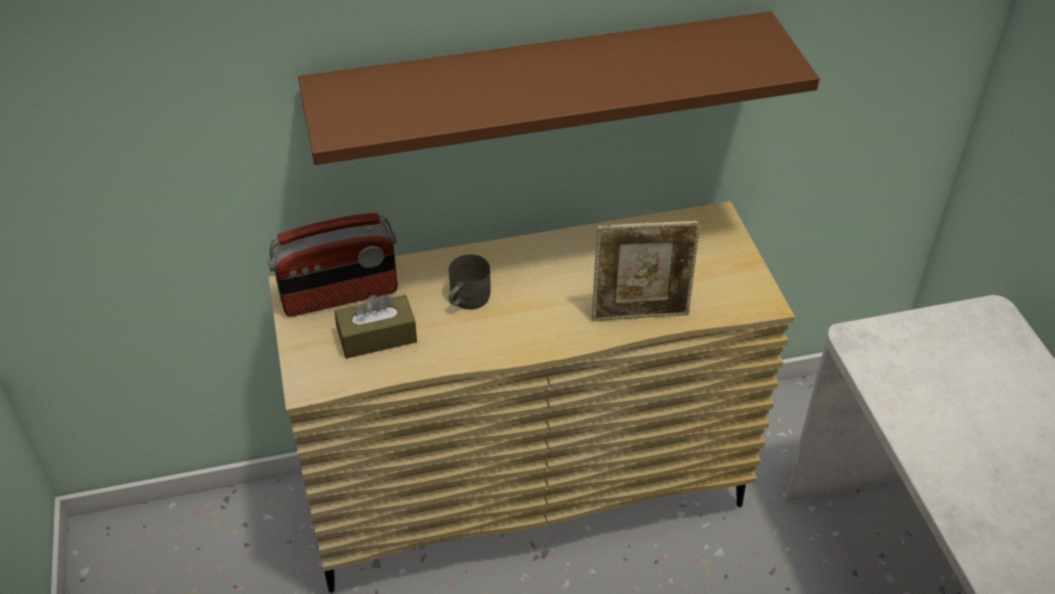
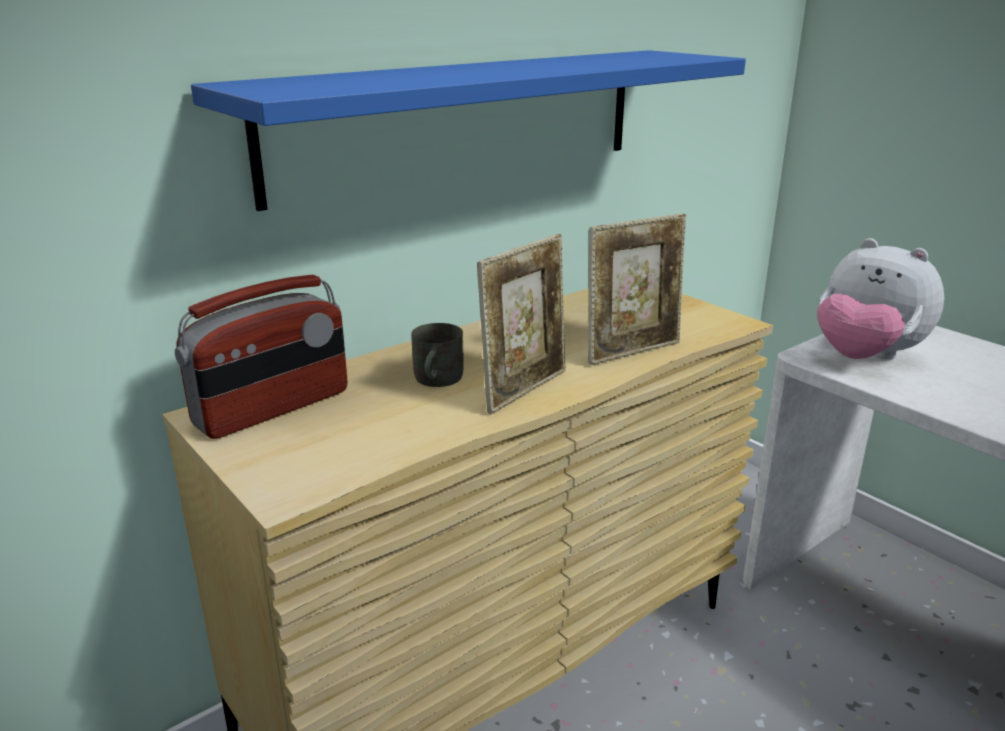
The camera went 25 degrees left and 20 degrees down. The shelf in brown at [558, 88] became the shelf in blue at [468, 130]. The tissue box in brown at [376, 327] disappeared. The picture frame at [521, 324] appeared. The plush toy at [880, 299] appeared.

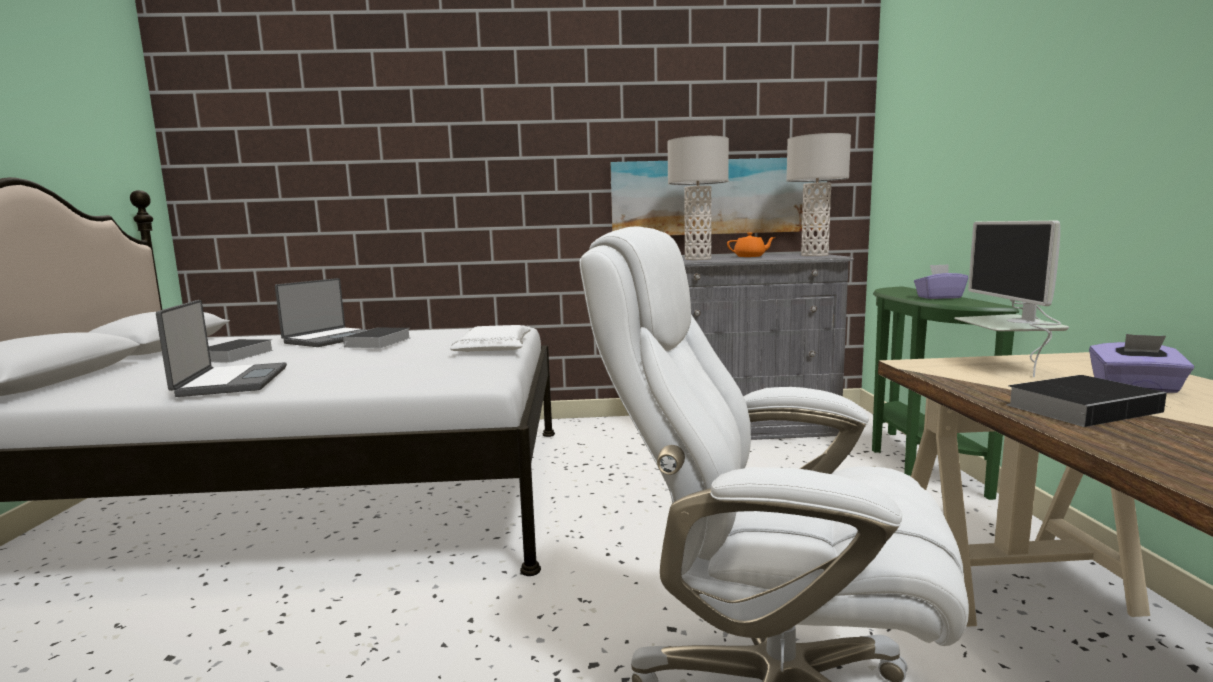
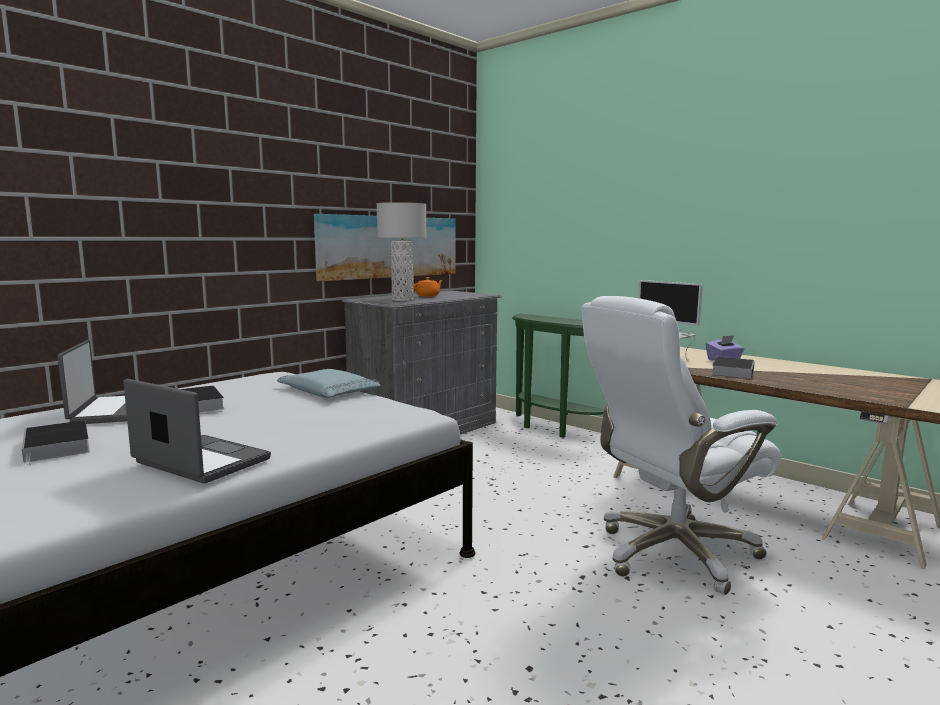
The camera went 45 degrees left and 0 degrees up. The pillow in white at [490, 338] became the pillow in blue at [329, 383]. The table lamp in white at [819, 194] disappeared. The tissue box in purple at [941, 281] disappeared.

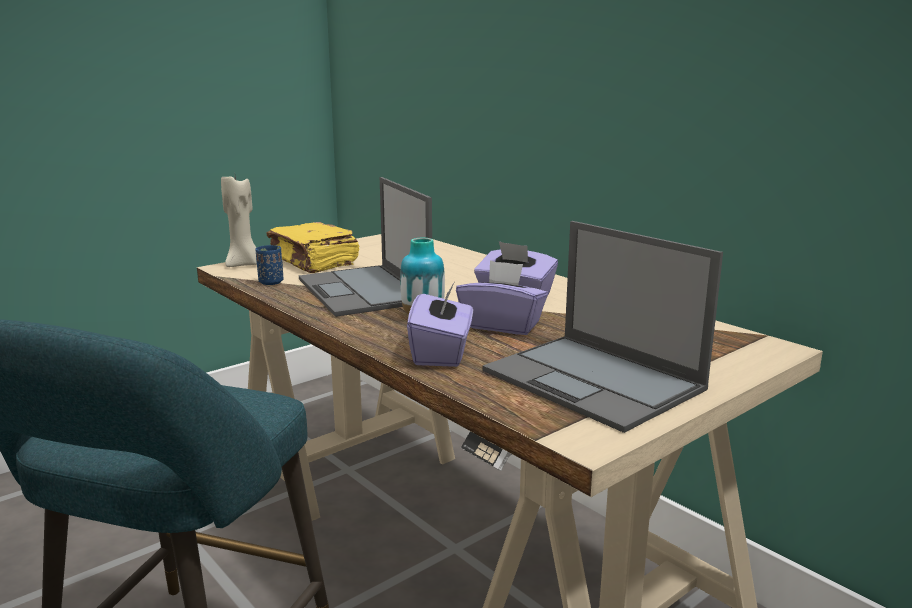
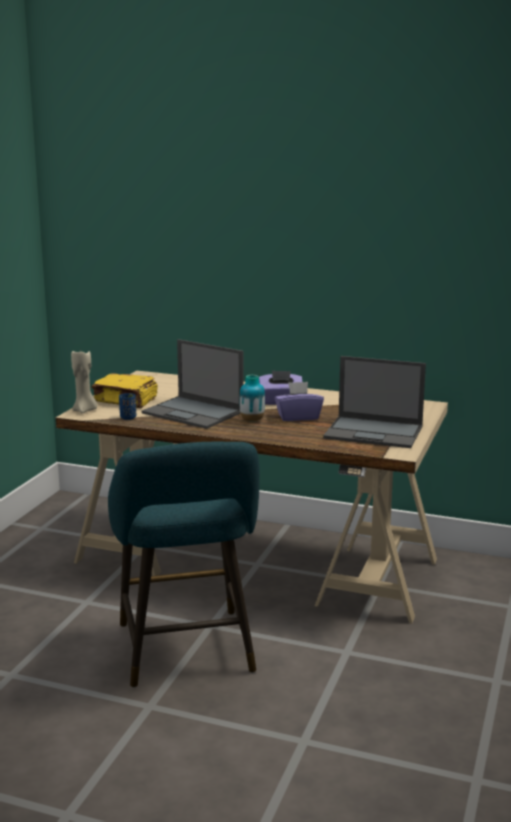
The camera went 30 degrees left and 0 degrees up. The tissue box in purple at [440, 325] disappeared.

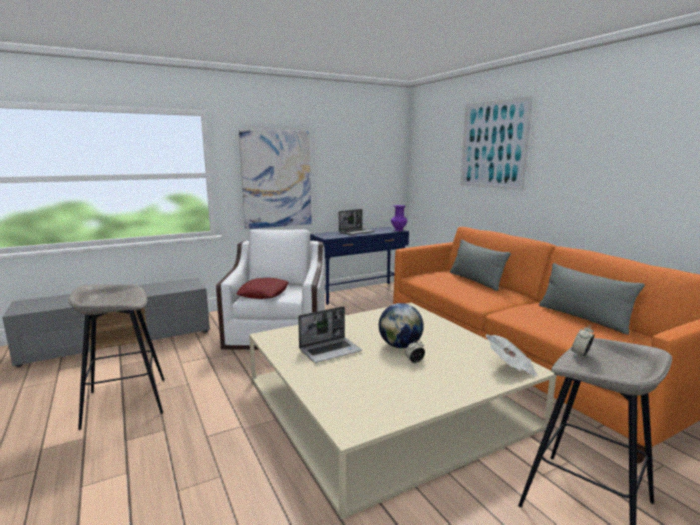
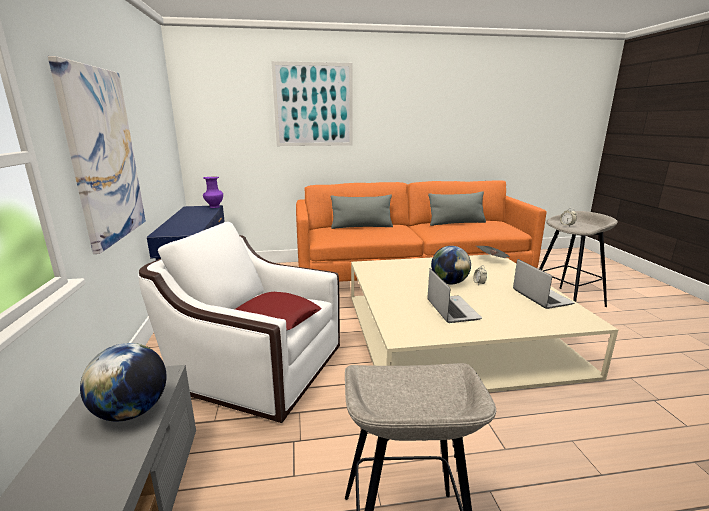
The camera went 70 degrees left and 5 degrees up. The laptop moved from [356, 222] to [544, 284]. The globe at [123, 382] appeared.

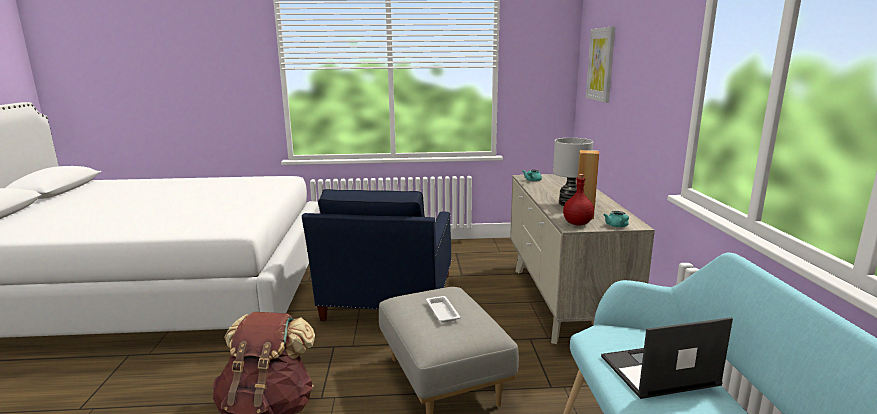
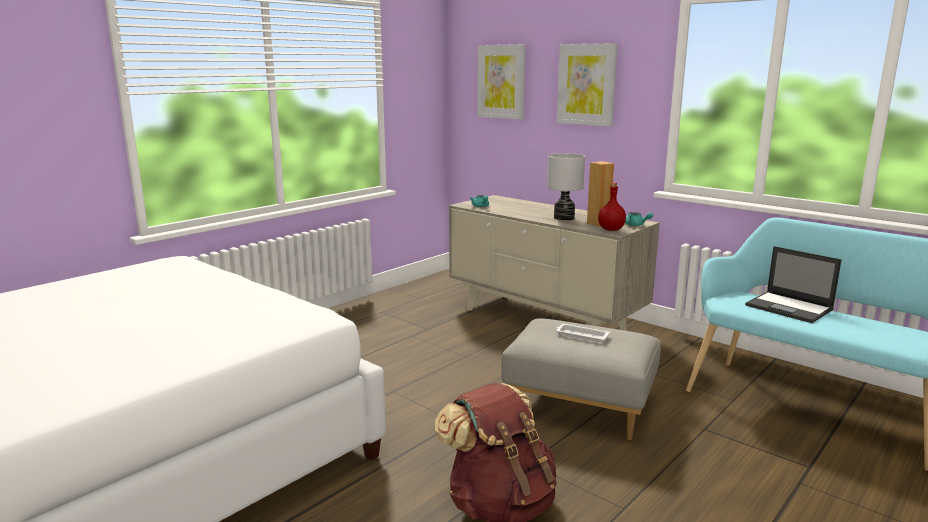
The camera went 45 degrees left and 0 degrees up. The armchair in blue at [376, 255] disappeared. The laptop at [667, 358] turned 75 degrees counterclockwise. The picture at [587, 85] appeared.

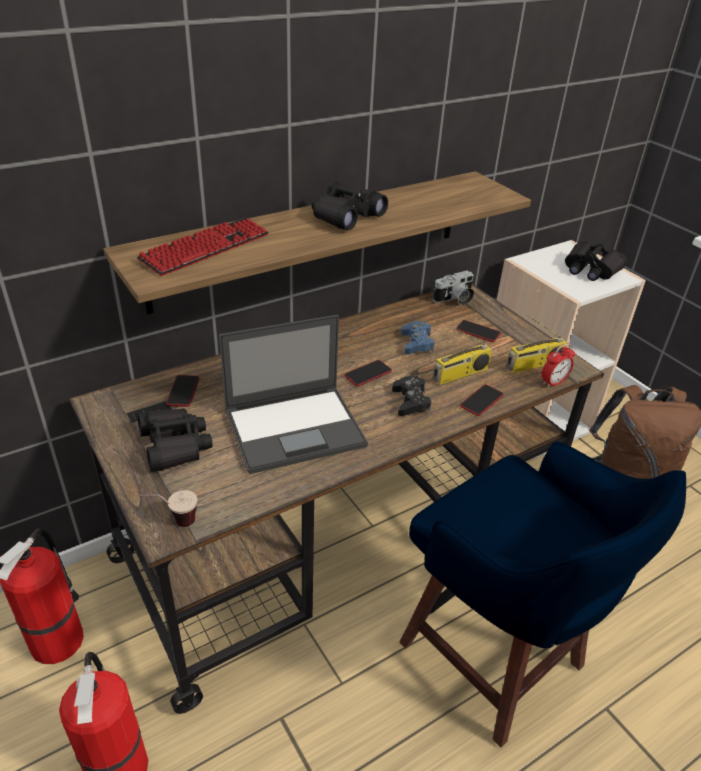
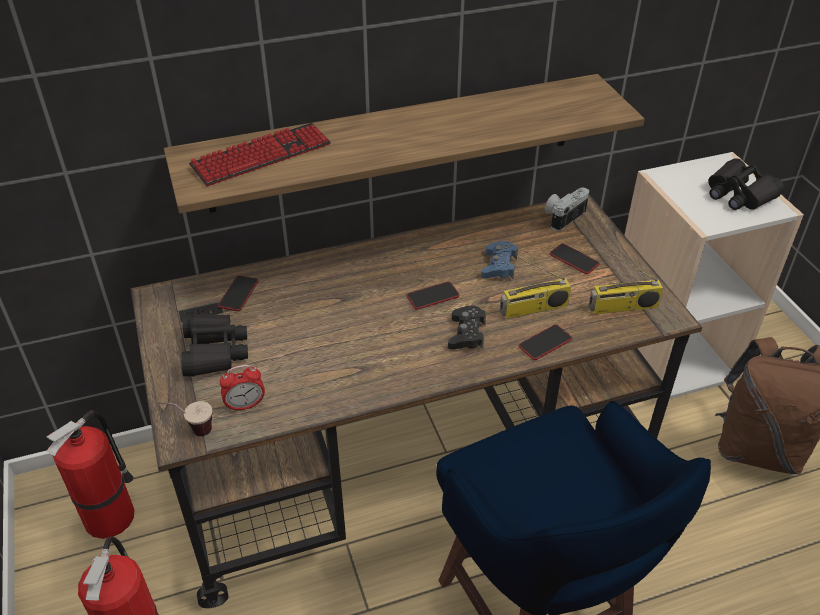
The camera went 15 degrees right and 5 degrees up. The laptop at [293, 394] disappeared. The binoculars in black at [350, 205] disappeared. The photo camera at [453, 287] turned 150 degrees clockwise. The alarm clock moved from [558, 366] to [242, 388].

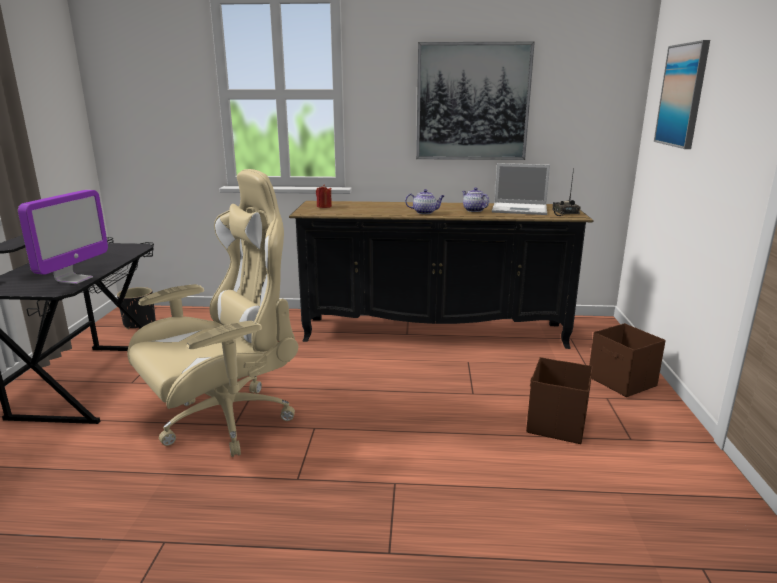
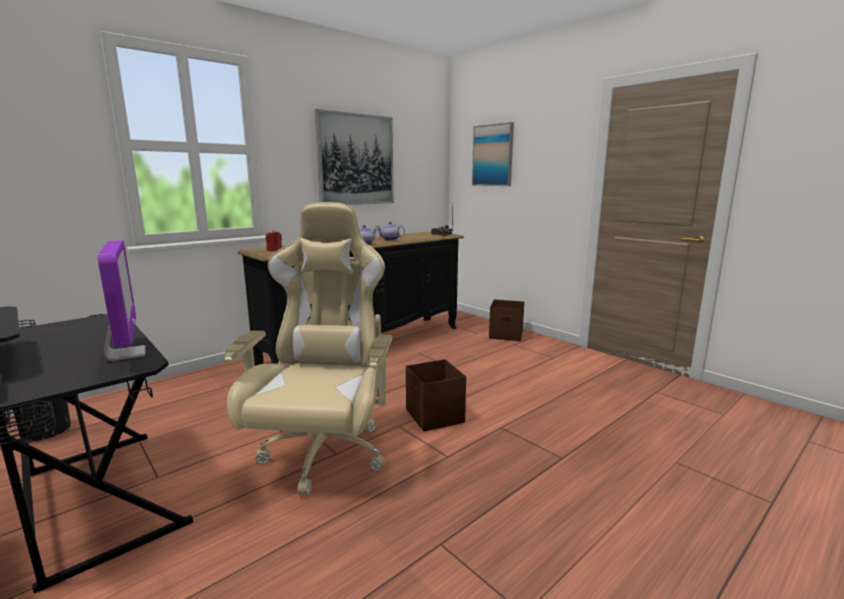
The camera went 45 degrees left and 5 degrees down. The laptop at [521, 189] disappeared. The storage box in brown moved from [559, 400] to [436, 395].

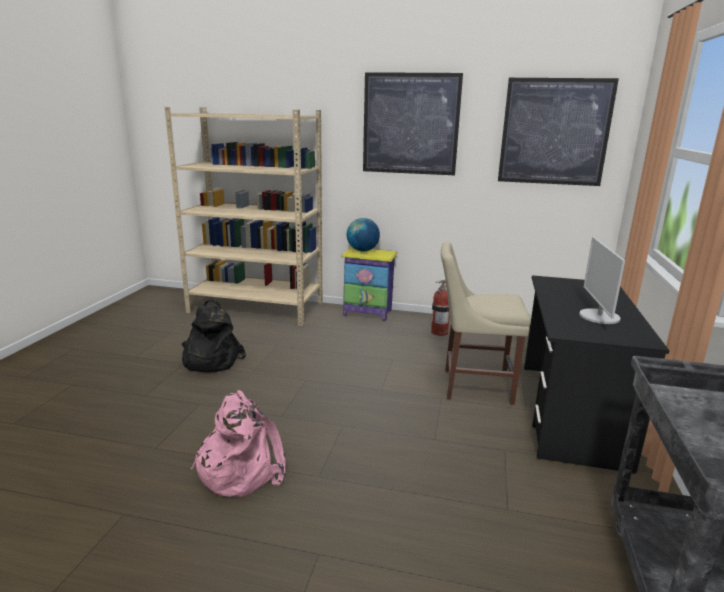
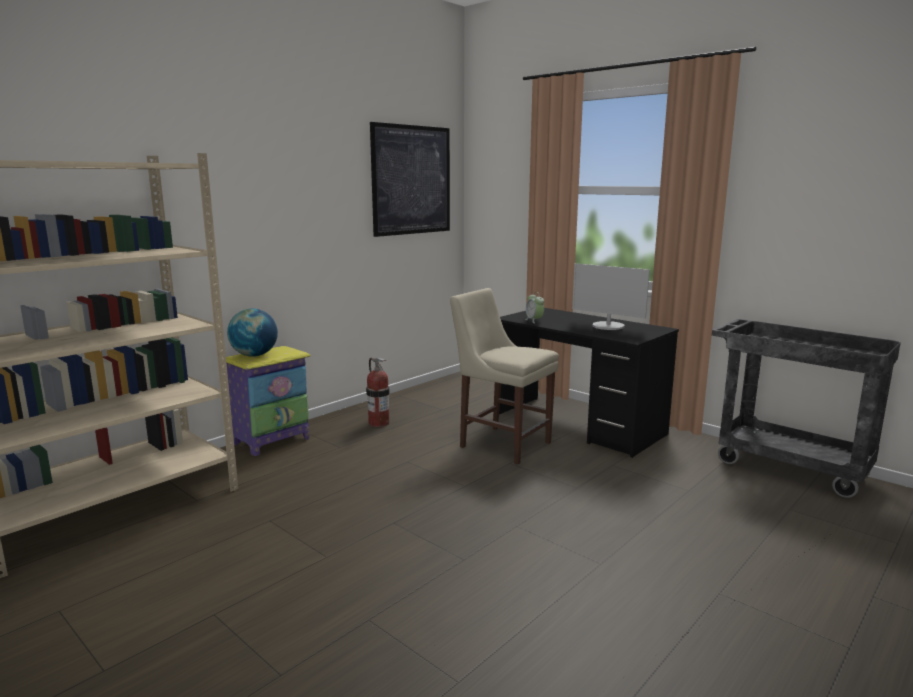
The camera went 60 degrees left and 5 degrees down. The backpack in black at [214, 336] disappeared. The backpack in pink at [238, 443] disappeared. The picture at [413, 123] disappeared. The chair in beige at [486, 323] turned 90 degrees clockwise. The alarm clock at [534, 307] appeared.

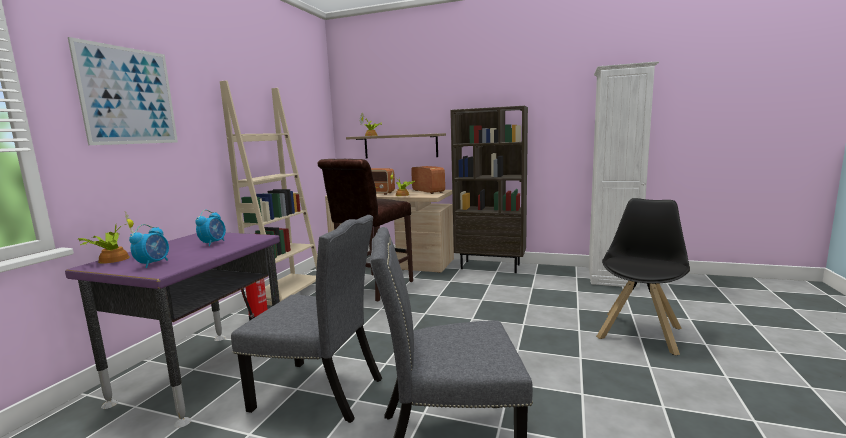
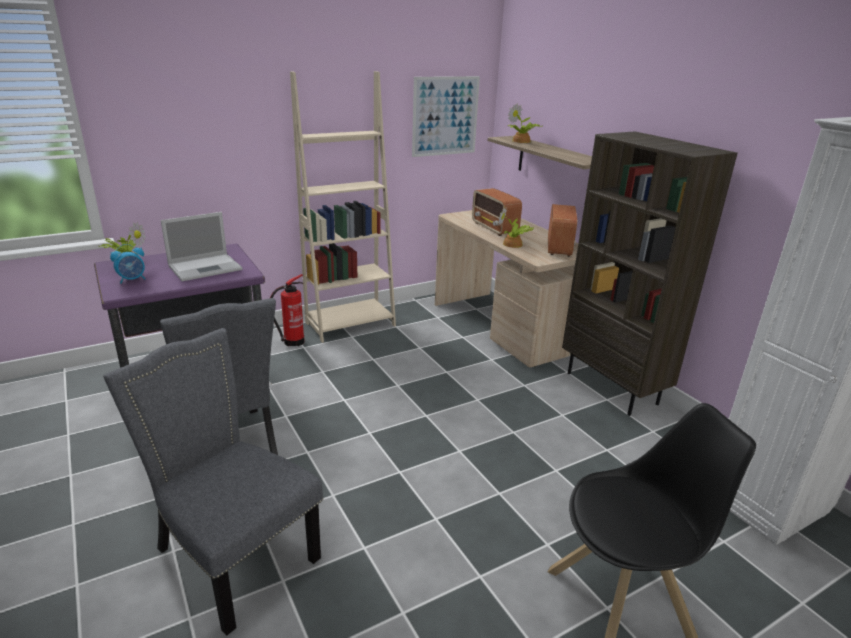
The camera went 40 degrees right and 15 degrees up. The picture moved from [123, 91] to [446, 116]. The alarm clock at [210, 228] was replaced by the laptop at [202, 246]. The stool in brown at [365, 230] disappeared.

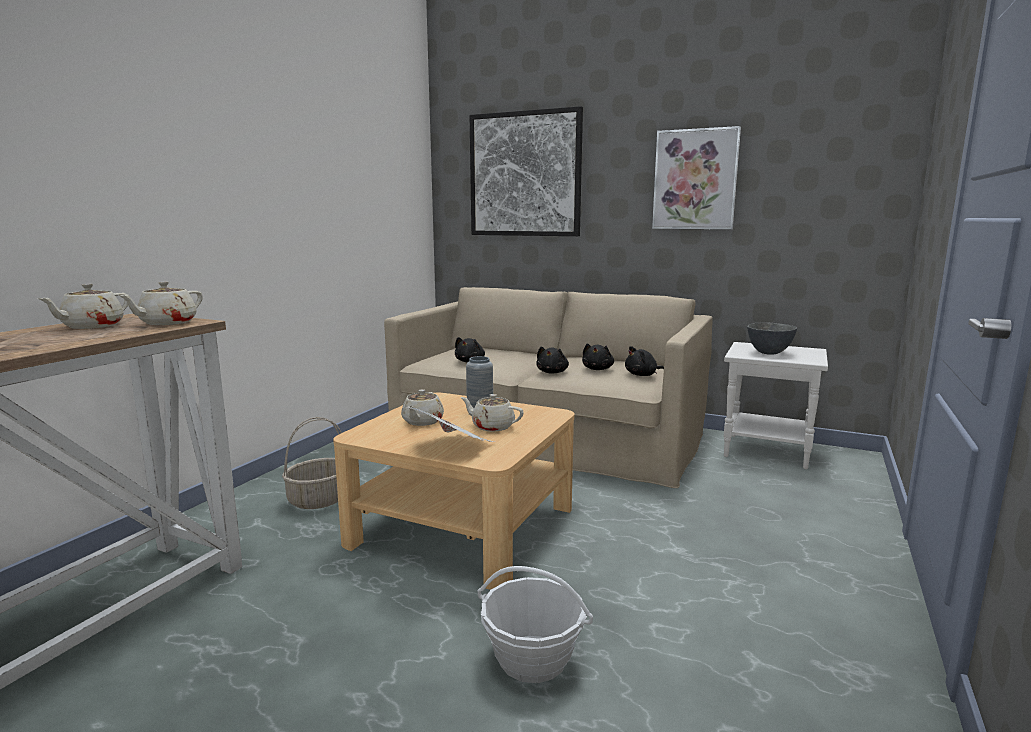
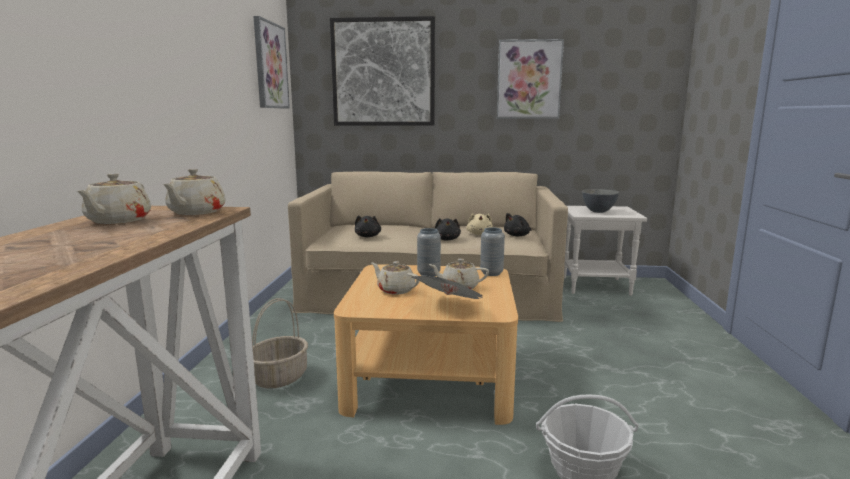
The camera went 20 degrees left and 0 degrees up. The teapot in beige at [422, 407] turned 135 degrees clockwise. The plush toy in black at [598, 356] became the plush toy in beige at [479, 224]. The picture at [271, 62] appeared. The vase in grey at [492, 251] appeared.

